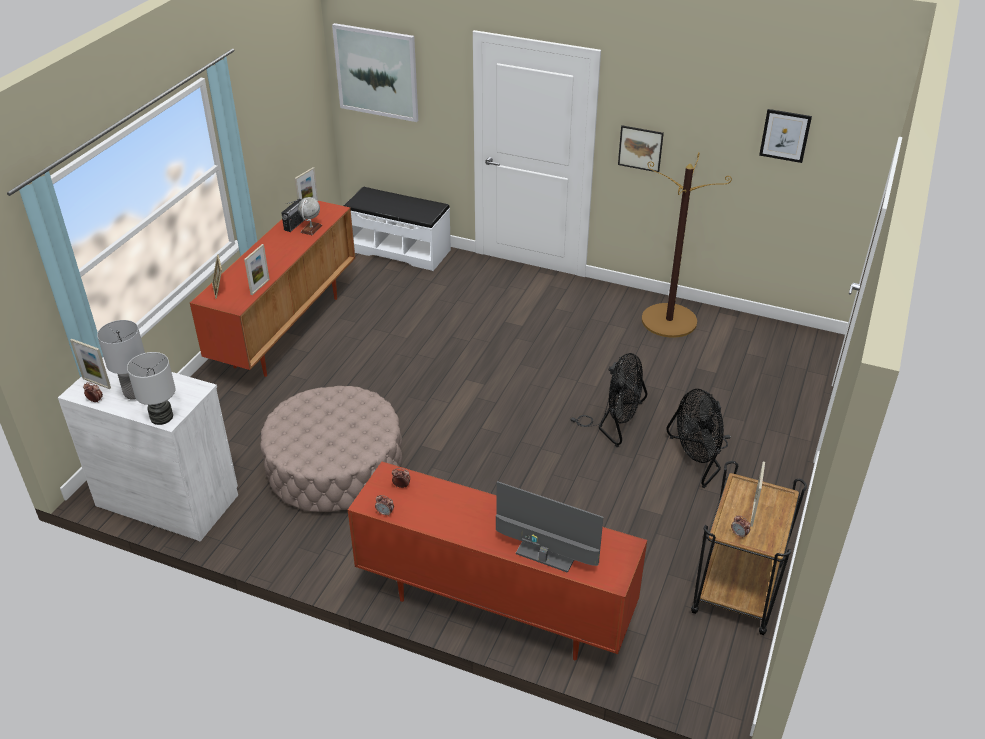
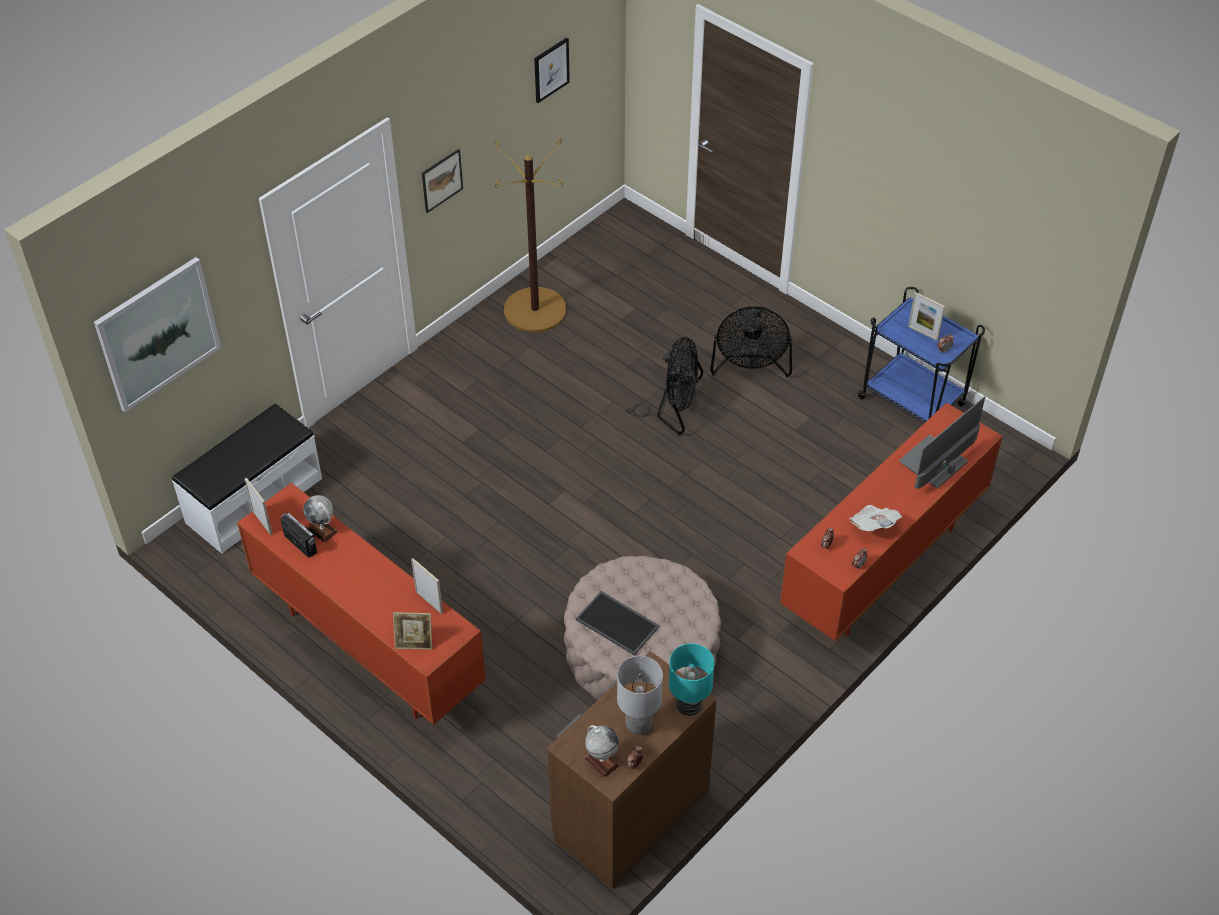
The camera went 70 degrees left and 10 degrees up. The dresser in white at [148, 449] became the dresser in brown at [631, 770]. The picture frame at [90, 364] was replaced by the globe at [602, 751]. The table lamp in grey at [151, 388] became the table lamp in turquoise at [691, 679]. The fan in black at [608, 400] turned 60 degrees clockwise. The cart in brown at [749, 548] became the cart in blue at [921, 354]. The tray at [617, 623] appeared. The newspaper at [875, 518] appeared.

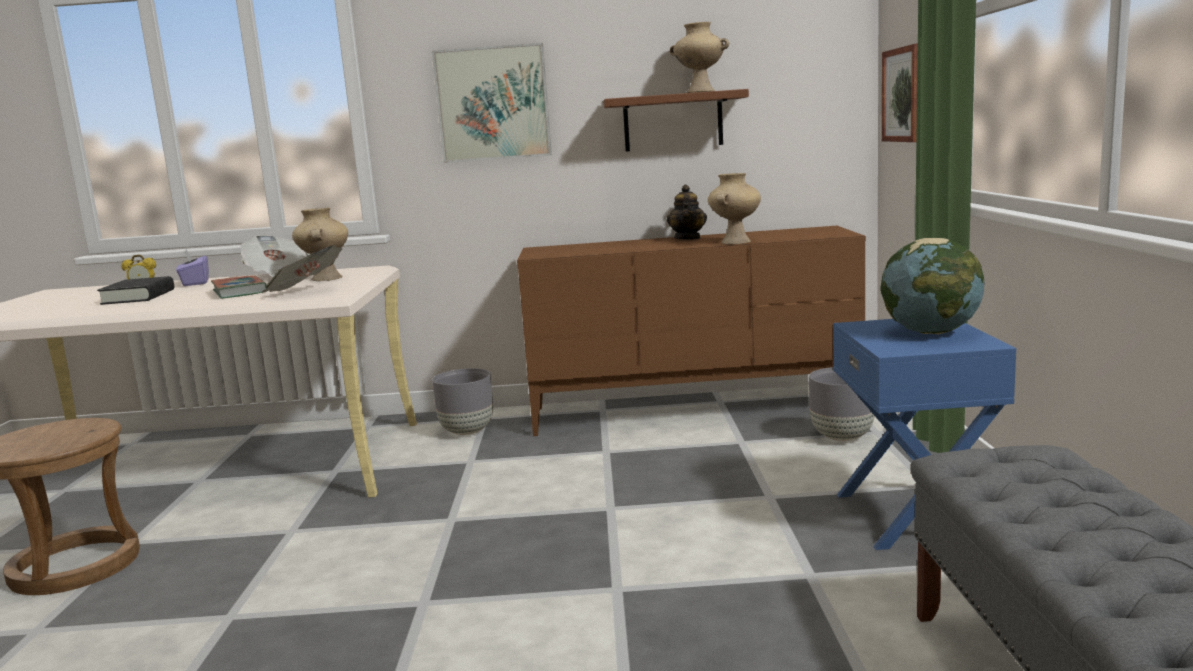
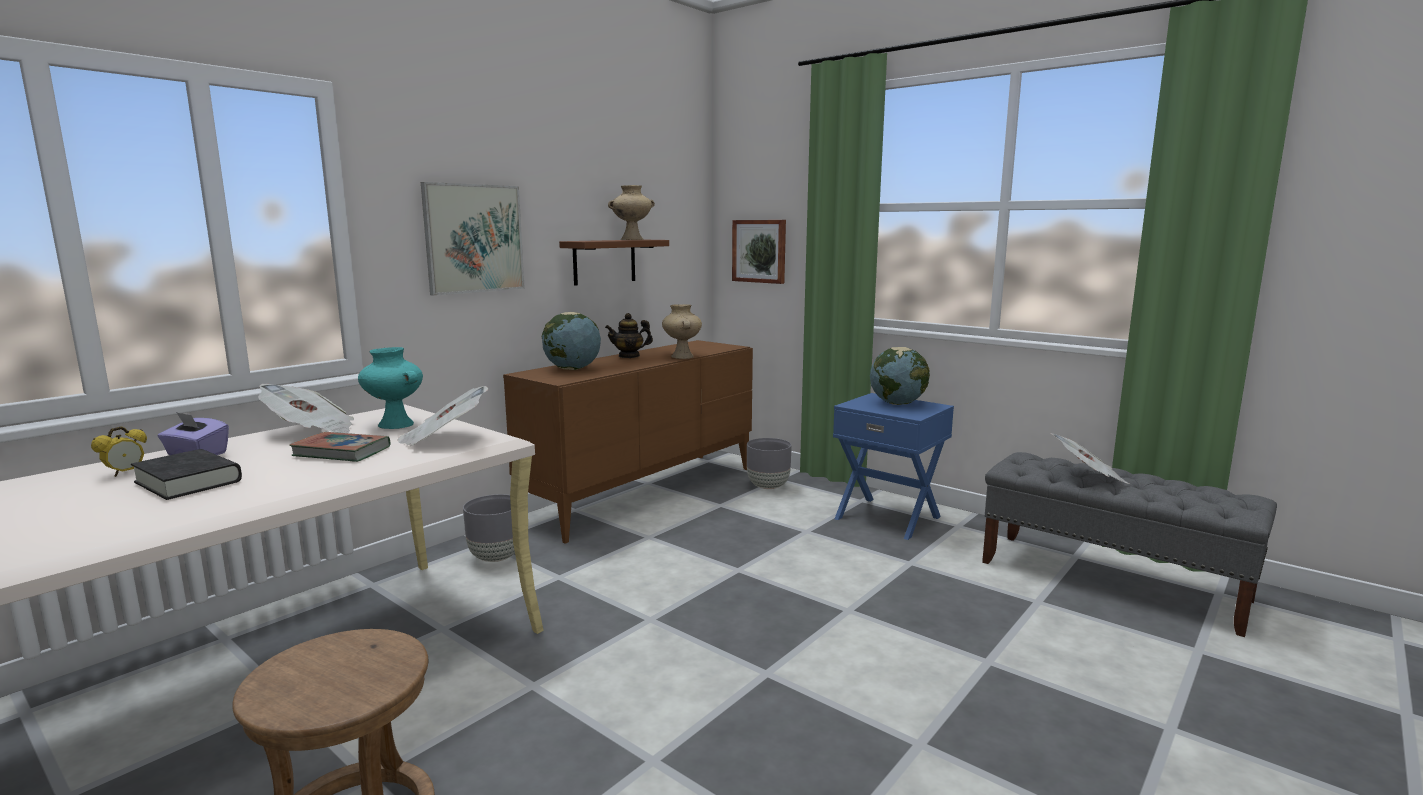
The camera went 50 degrees left and 0 degrees up. The vase in beige at [320, 244] became the vase in turquoise at [390, 388]. The teapot at [687, 212] turned 120 degrees clockwise. The globe at [571, 341] appeared. The newspaper at [1090, 458] appeared.

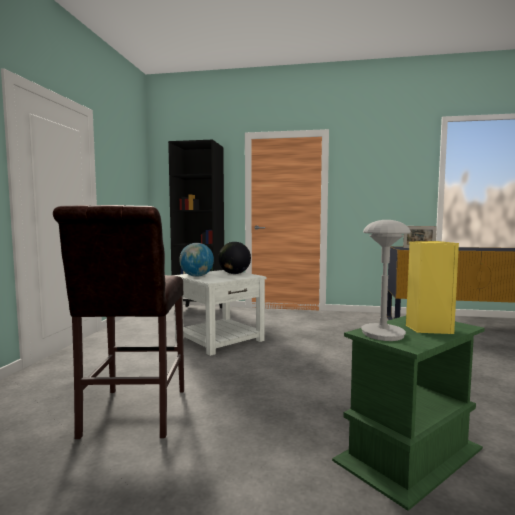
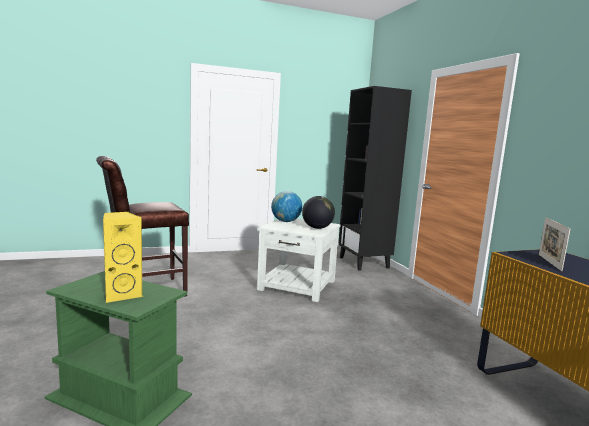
The camera went 60 degrees right and 5 degrees up. The table lamp in grey at [386, 280] disappeared.

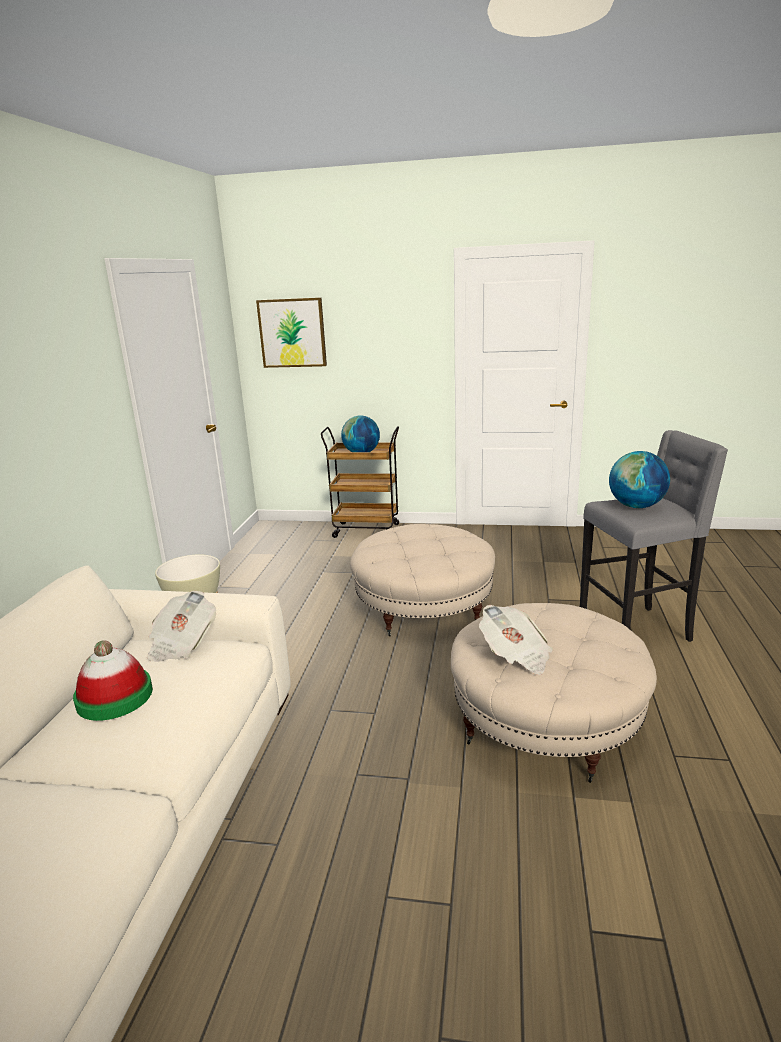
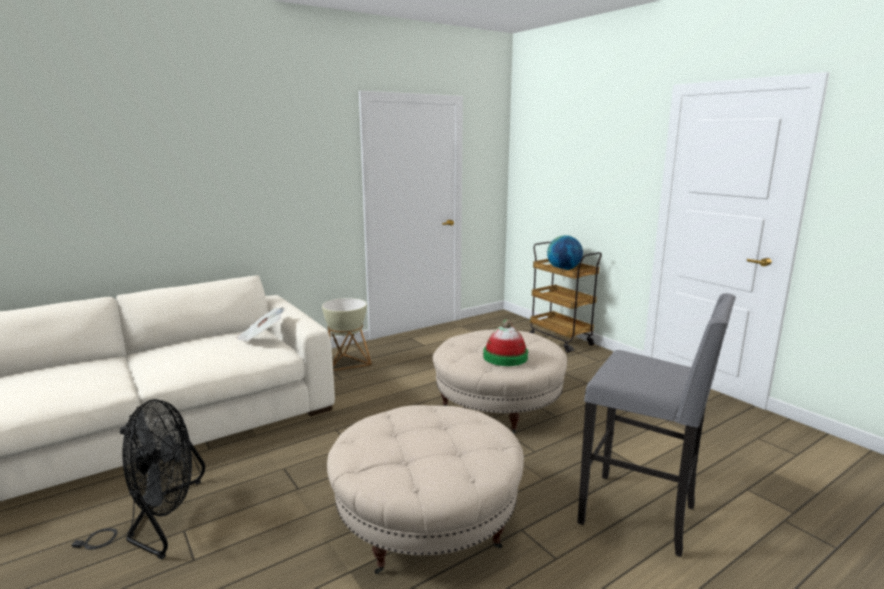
The camera went 45 degrees right and 5 degrees down. The hat moved from [113, 680] to [505, 342]. The picture at [291, 332] disappeared. The newspaper at [516, 640] disappeared. The globe at [639, 479] disappeared. The fan in black at [138, 479] appeared.

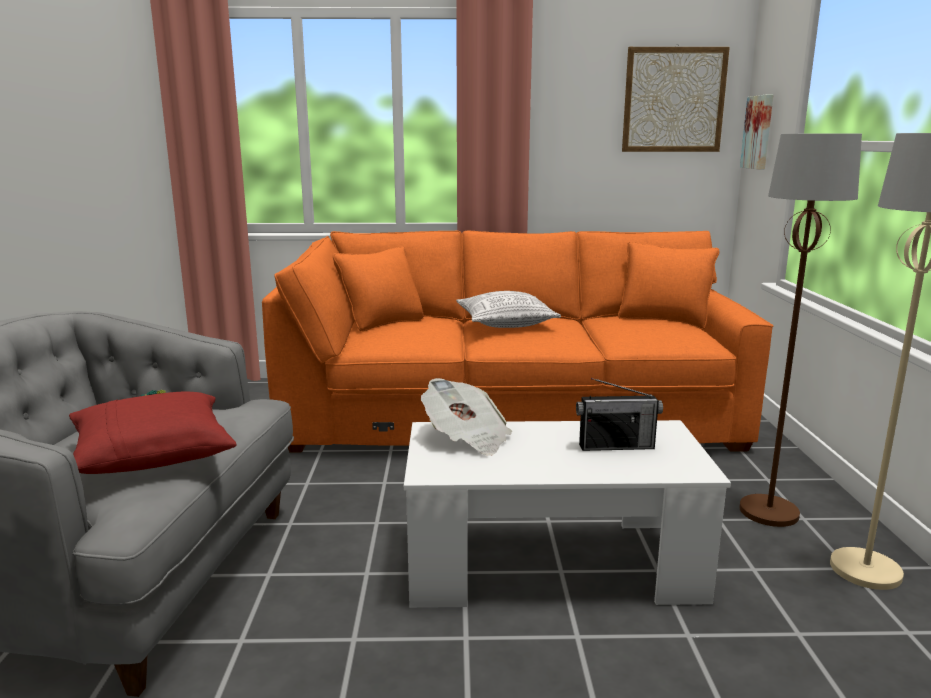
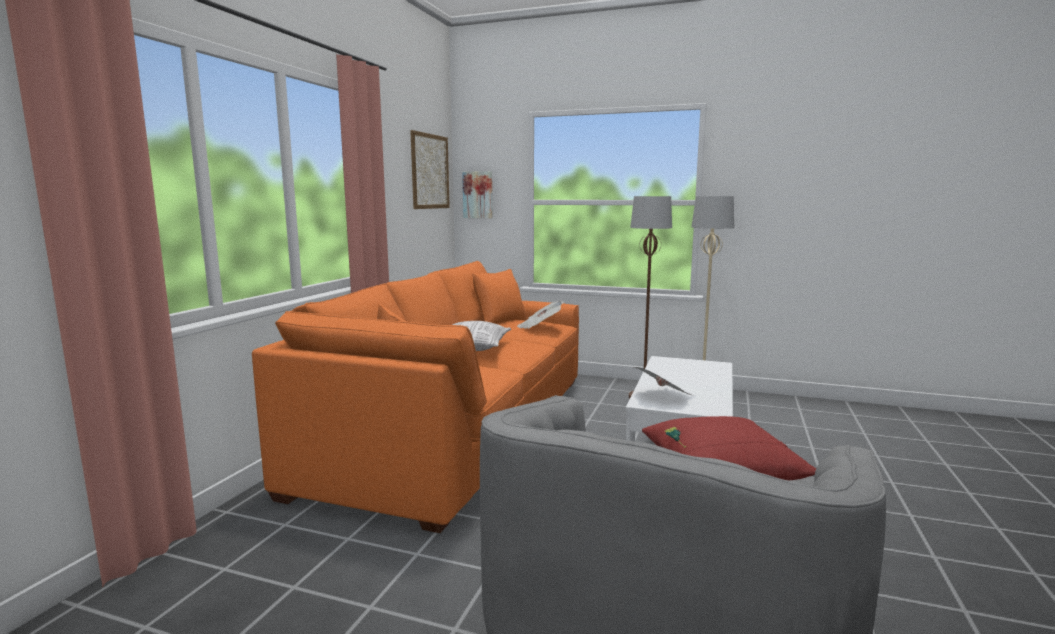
The camera went 70 degrees left and 5 degrees down. The radio at [619, 414] disappeared. The newspaper at [540, 315] appeared.

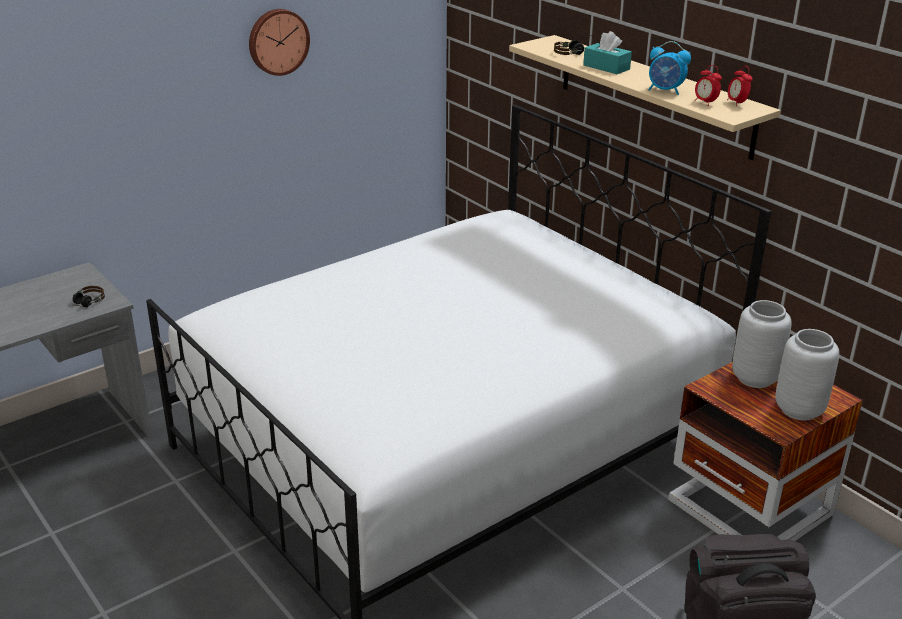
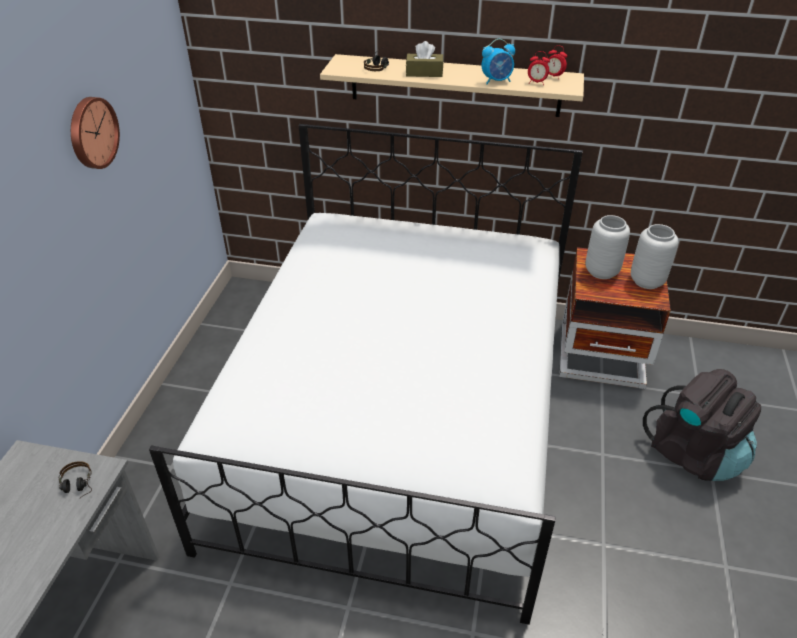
The camera went 40 degrees left and 10 degrees up. The tissue box in turquoise at [607, 52] became the tissue box in brown at [424, 59].

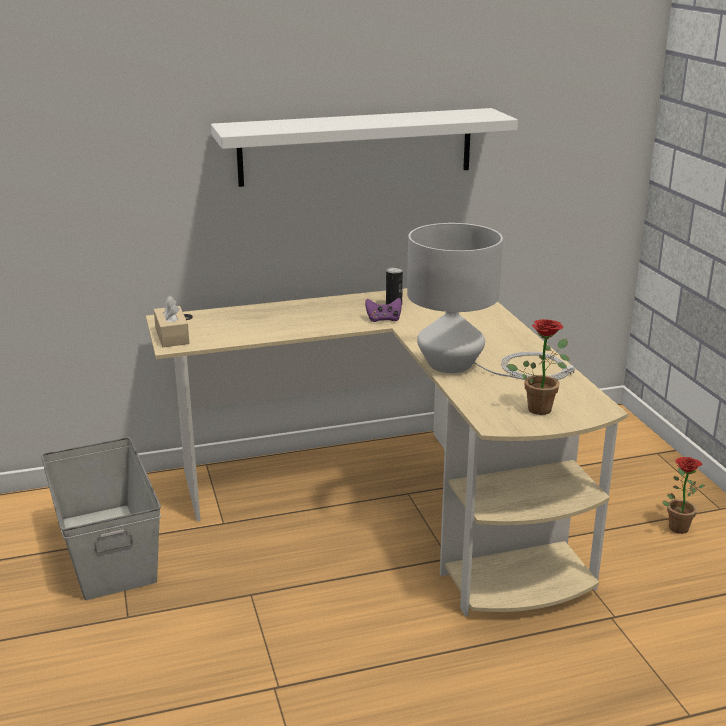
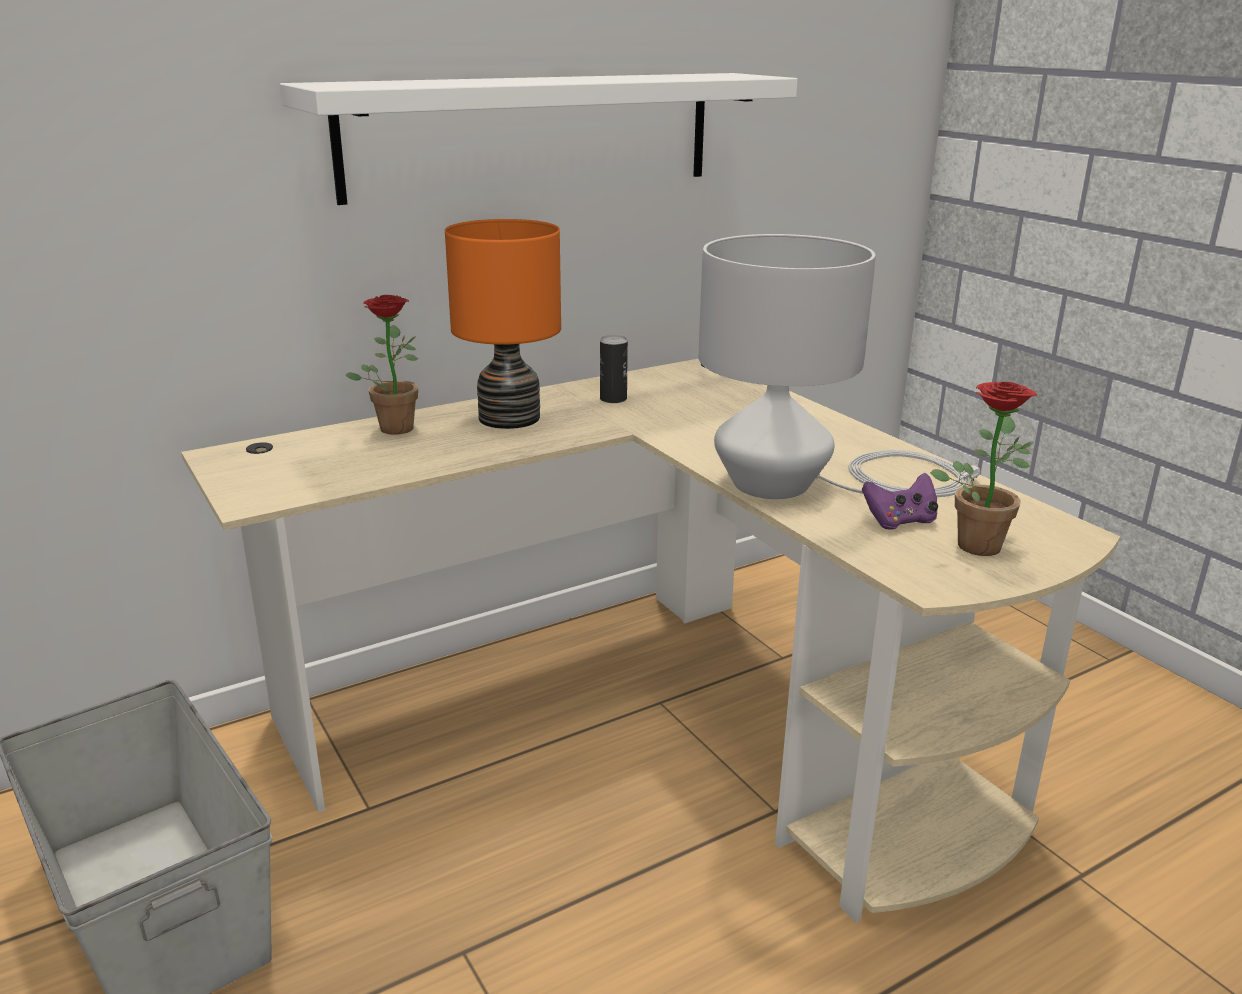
The camera went 15 degrees left and 0 degrees up. The tissue box in beige at [171, 321] disappeared. The game controller in purple moved from [383, 310] to [900, 501]. The potted plant moved from [683, 495] to [381, 365]. The table lamp in orange at [503, 324] appeared.

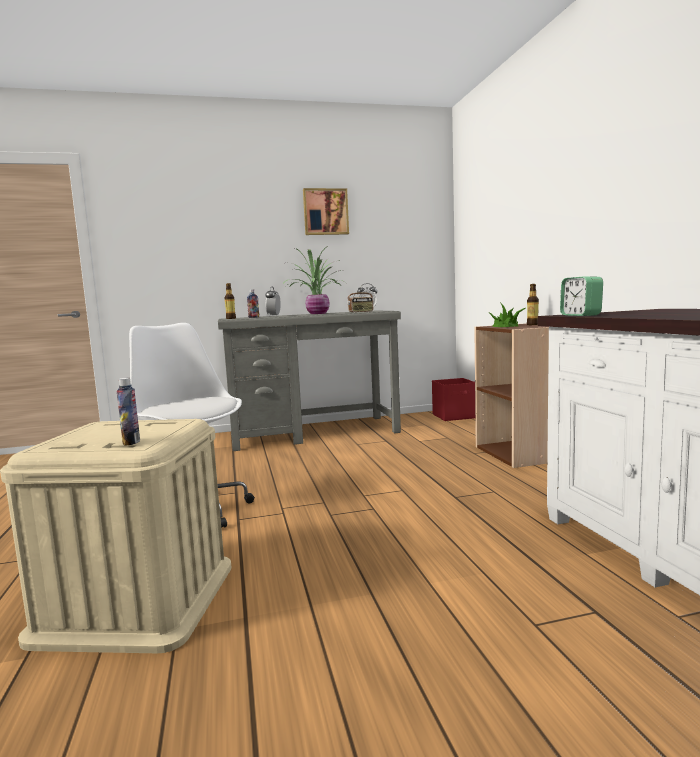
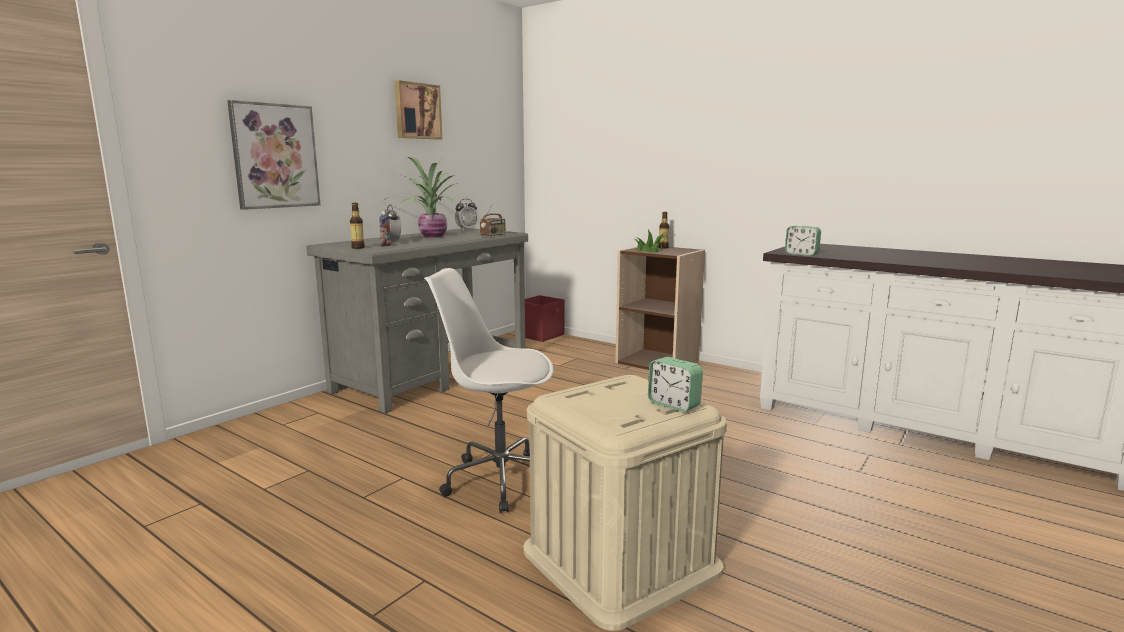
The camera went 40 degrees left and 5 degrees up. The bottle at [128, 412] was replaced by the alarm clock at [675, 384]. The picture at [274, 155] appeared.

